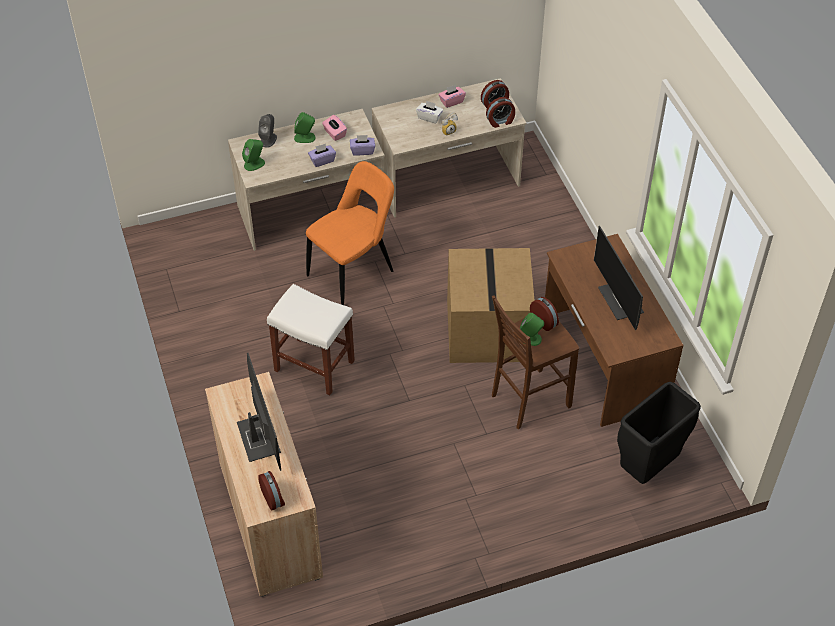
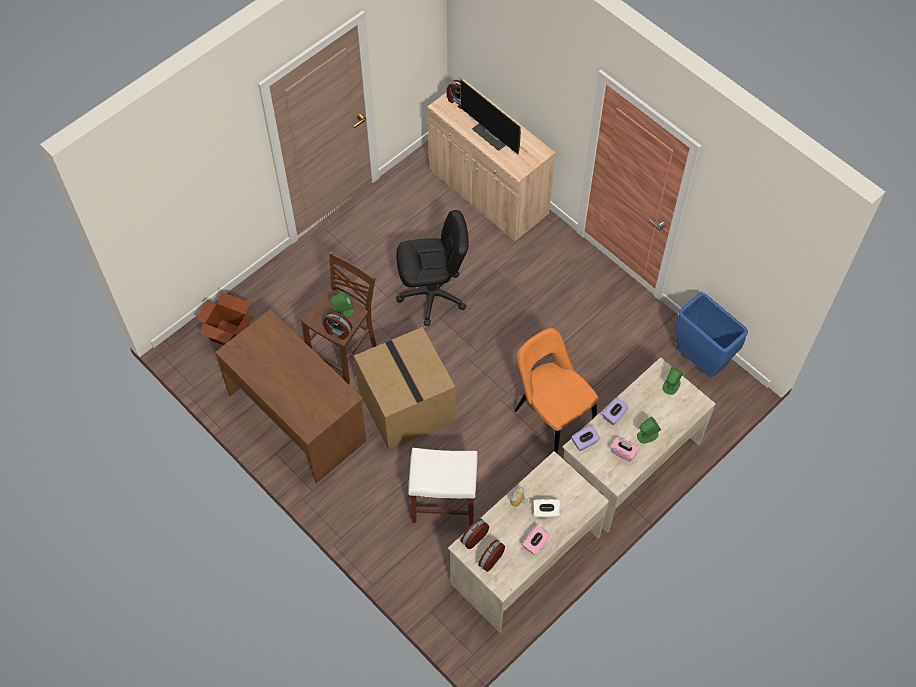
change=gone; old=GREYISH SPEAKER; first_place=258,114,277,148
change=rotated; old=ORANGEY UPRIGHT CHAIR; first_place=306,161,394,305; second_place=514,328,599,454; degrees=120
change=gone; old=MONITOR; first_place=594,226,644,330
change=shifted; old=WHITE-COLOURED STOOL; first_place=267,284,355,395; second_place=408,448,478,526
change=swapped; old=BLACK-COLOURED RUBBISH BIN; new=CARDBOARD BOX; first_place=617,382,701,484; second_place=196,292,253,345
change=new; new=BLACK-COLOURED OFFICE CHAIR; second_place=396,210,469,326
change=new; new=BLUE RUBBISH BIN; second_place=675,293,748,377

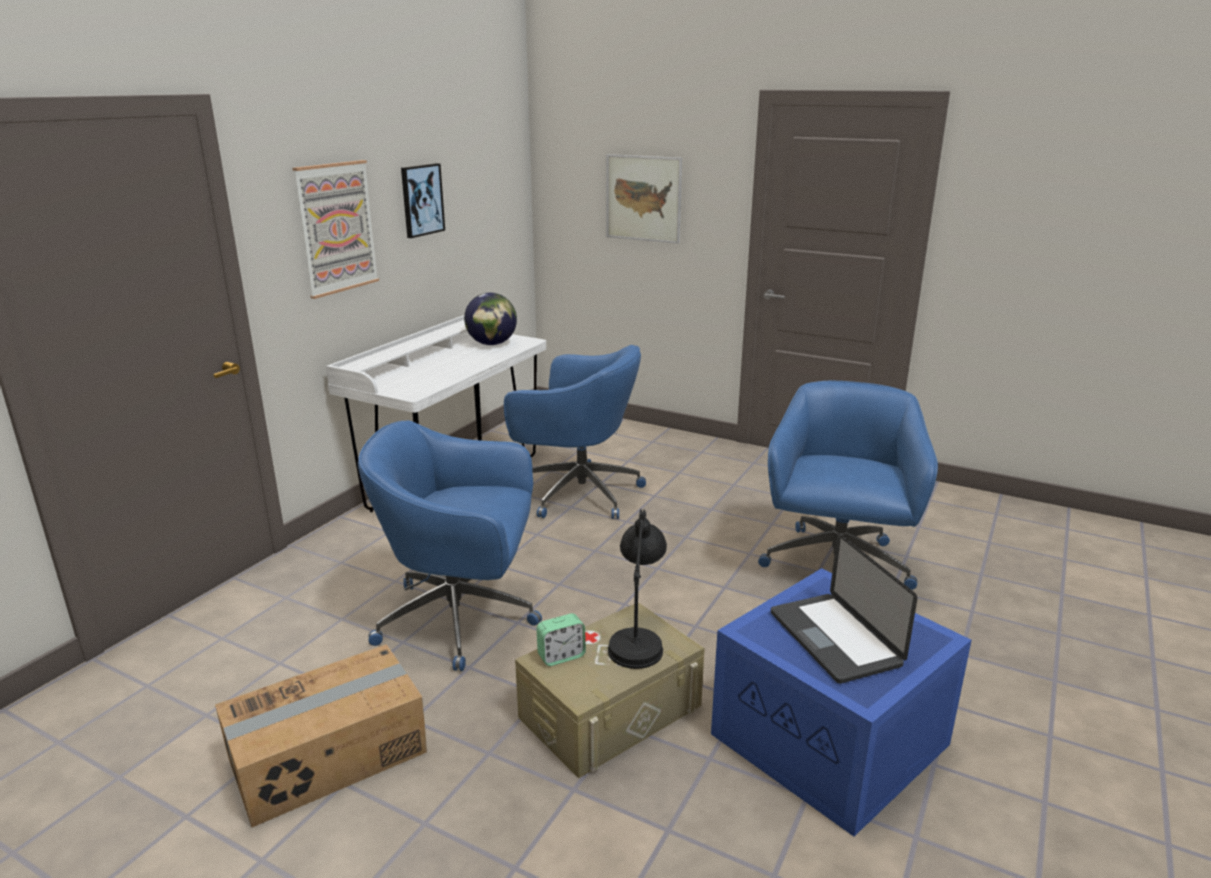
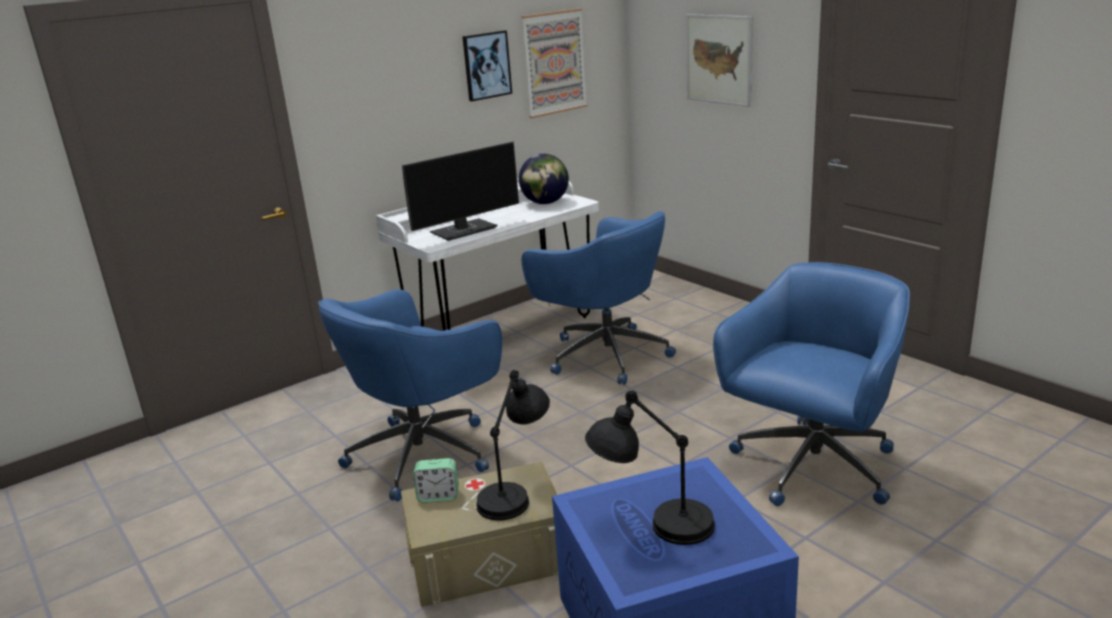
change=shifted; old=WALL ART; first_place=293,160,379,299; second_place=521,8,587,118
change=rotated; old=BLUE OFFICE CHAIR; first_place=358,421,542,671; second_place=318,290,502,501; degrees=-75
change=swapped; old=PORTABLE COMPUTER; new=BLACK-COLOURED TABLETOP LAMP; first_place=771,533,918,684; second_place=585,390,715,545
change=gone; old=CARDBOARD BOX; first_place=215,644,427,827
change=new; new=MONITOR; second_place=402,142,519,241

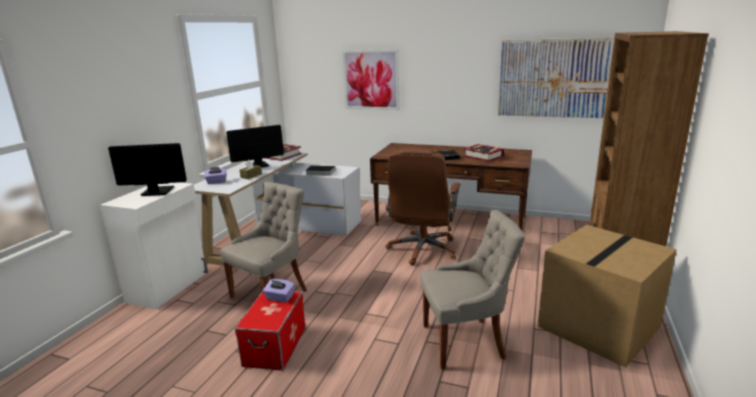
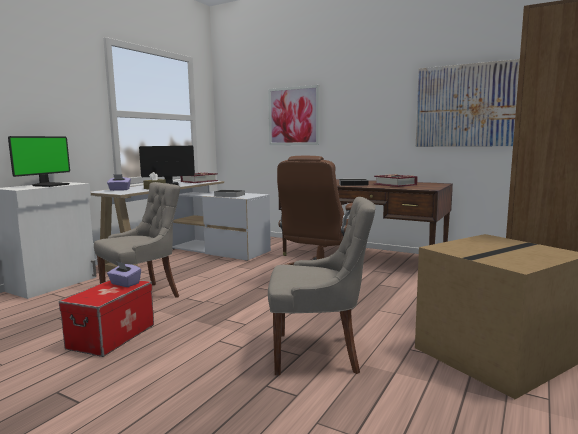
change=rotated; old=MONITOR; first_place=108,143,187,196; second_place=8,136,70,187; degrees=105

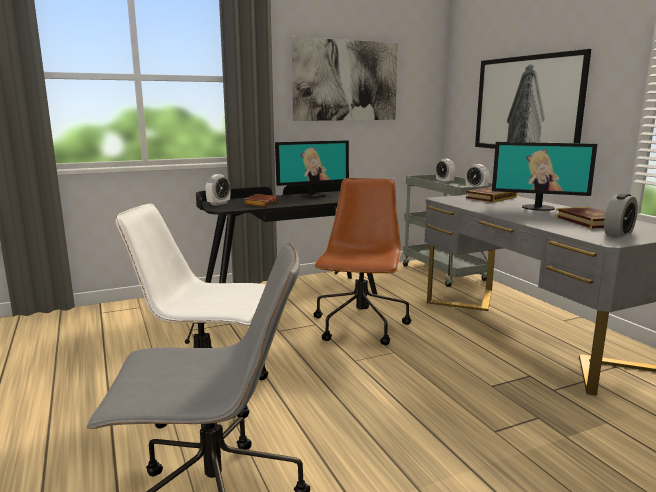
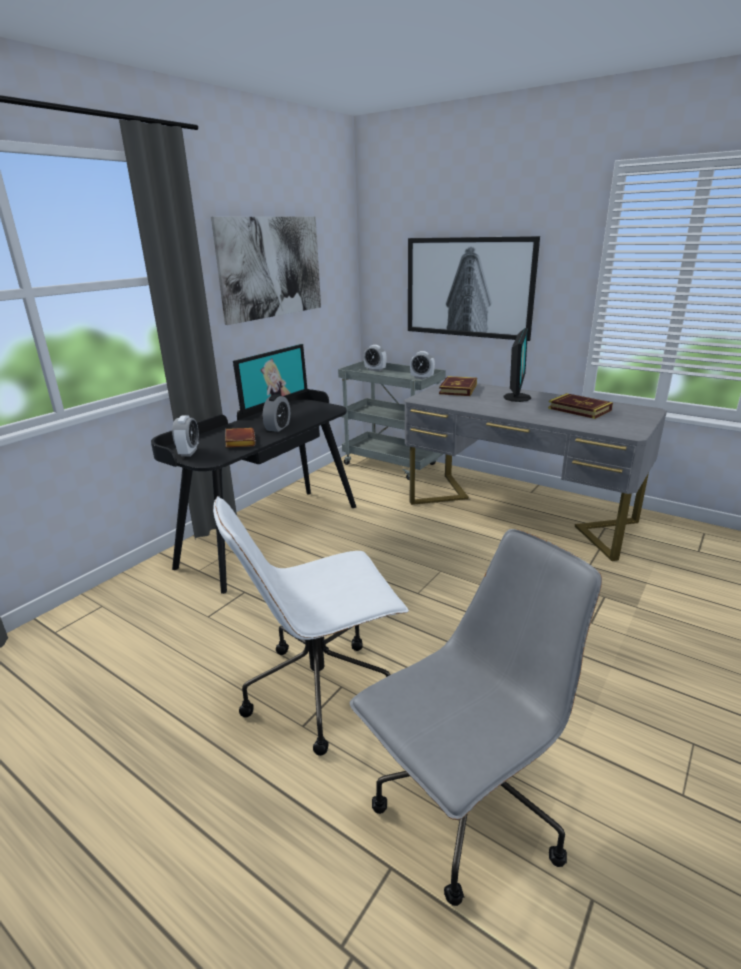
change=rotated; old=MONITOR; first_place=492,142,597,211; second_place=503,328,531,402; degrees=-60
change=gone; old=BROWN-COLOURED OFFICE CHAIR; first_place=313,178,412,345
change=shifted; old=BEDSIDE CLOCK; first_place=604,193,638,237; second_place=263,394,290,432

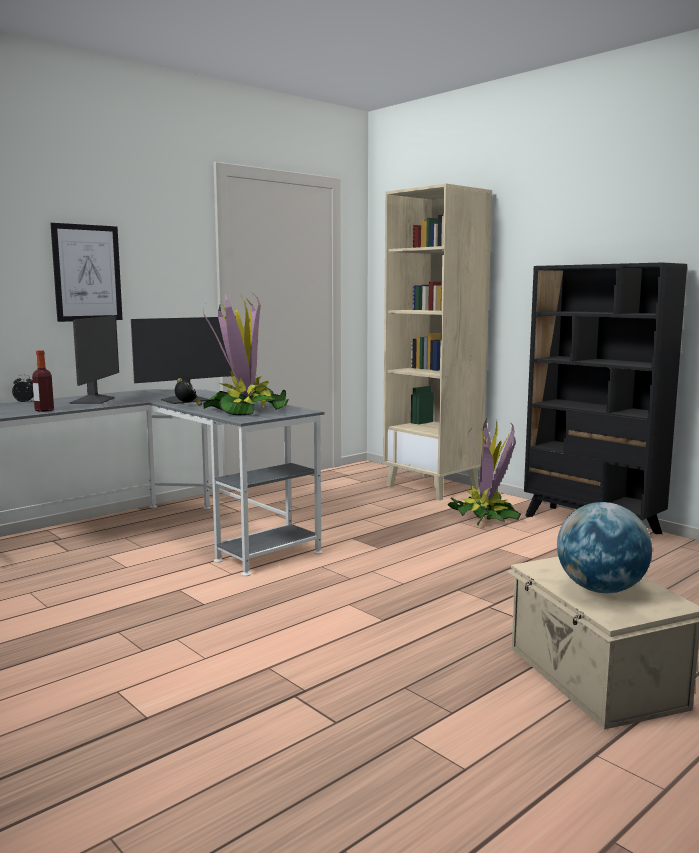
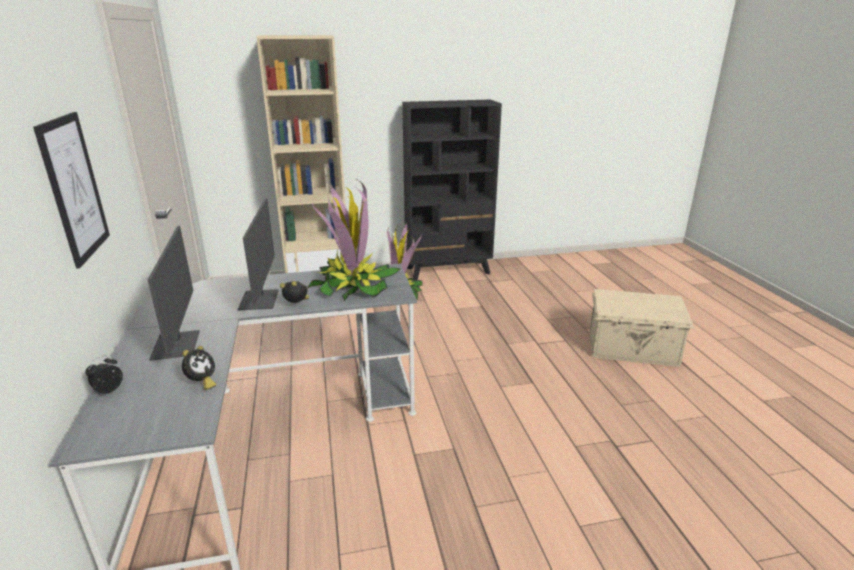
change=rotated; old=MONITOR; first_place=70,316,119,404; second_place=147,226,200,361; degrees=45
change=swapped; old=BEVERAGE BOTTLE; new=BEDSIDE CLOCK; first_place=32,350,54,412; second_place=182,346,216,390
change=gone; old=DESK GLOBE; first_place=557,502,652,593

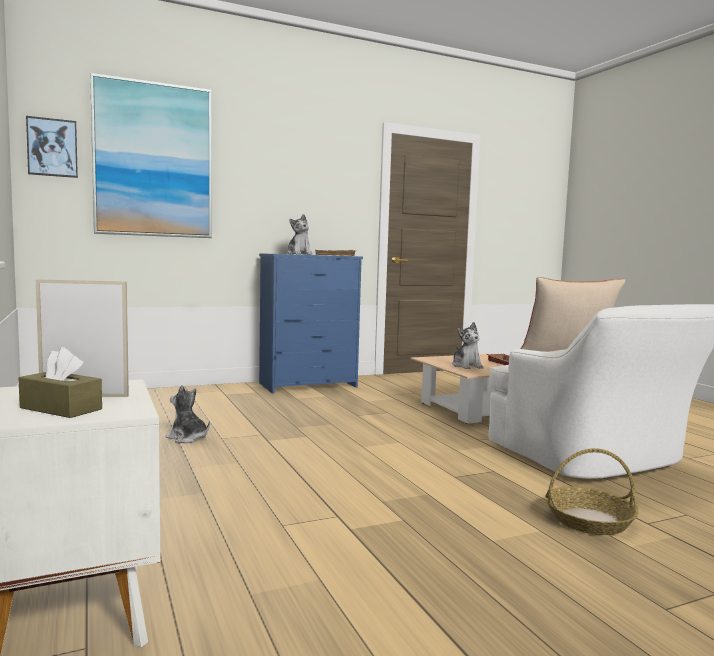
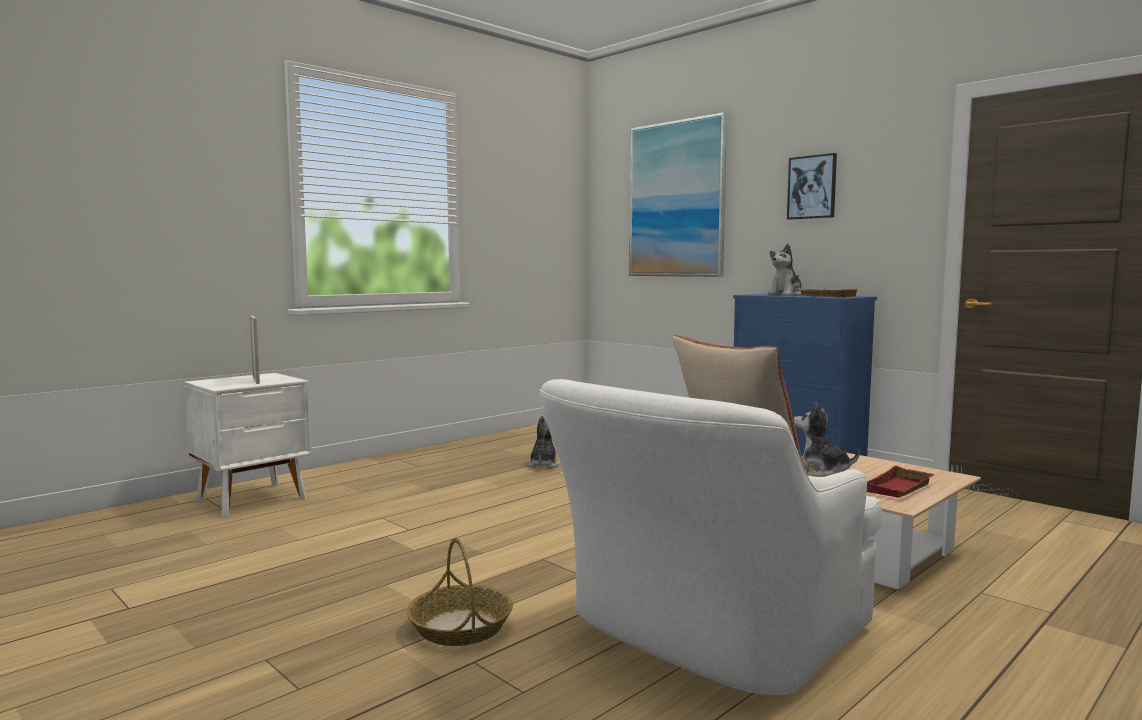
change=shifted; old=WALL ART; first_place=26,116,78,178; second_place=787,153,837,220
change=rotated; old=SOFT TOY; first_place=452,322,484,369; second_place=794,402,860,477; degrees=75
change=gone; old=BROWN-COLOURED TISSUE HOLDER; first_place=18,347,102,418

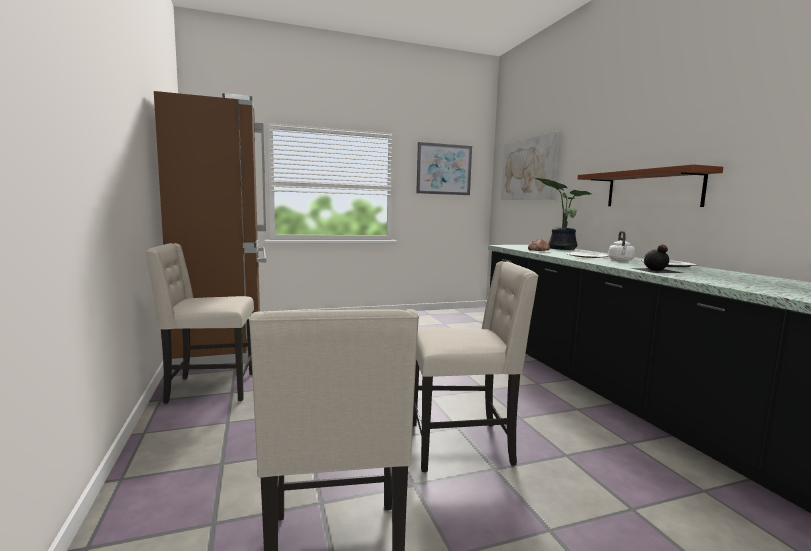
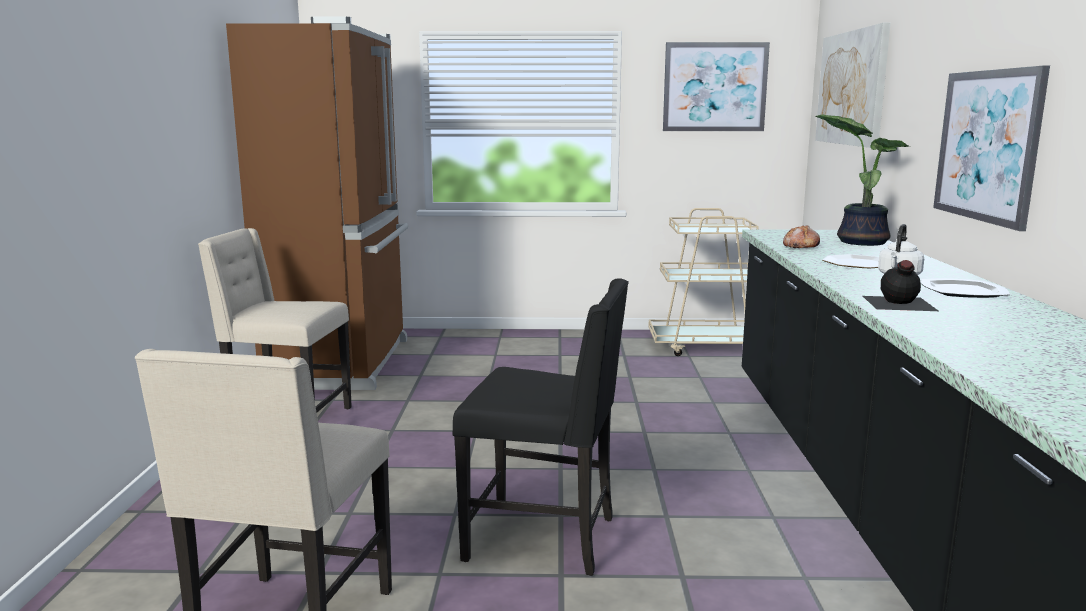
change=swapped; old=BROWN-COLOURED WALL SHELF; new=WALL ART; first_place=578,164,723,207; second_place=933,66,1050,231
change=repainted; old=BEIGE-COLOURED UPRIGHT CHAIR; new=BLACK-COLOURED UPRIGHT CHAIR; first_place=413,261,539,472; second_place=453,278,629,576
change=new; new=BEIGE-COLOURED TROLLEY; second_place=648,208,759,356

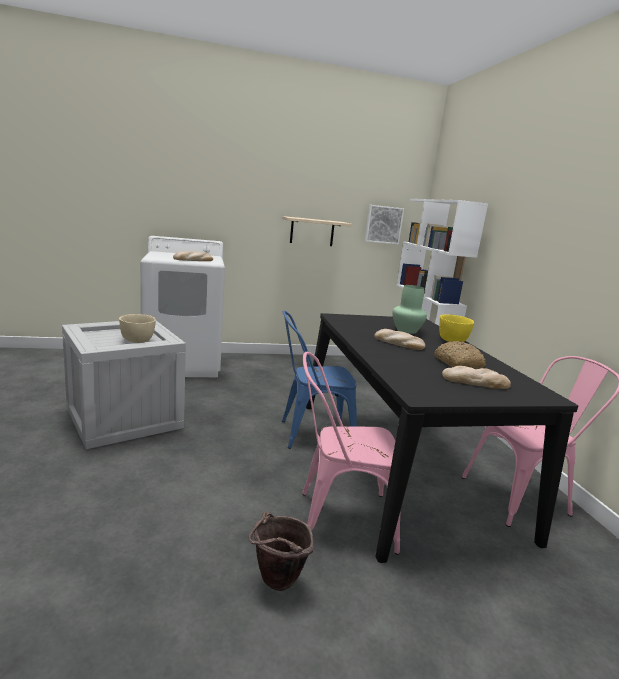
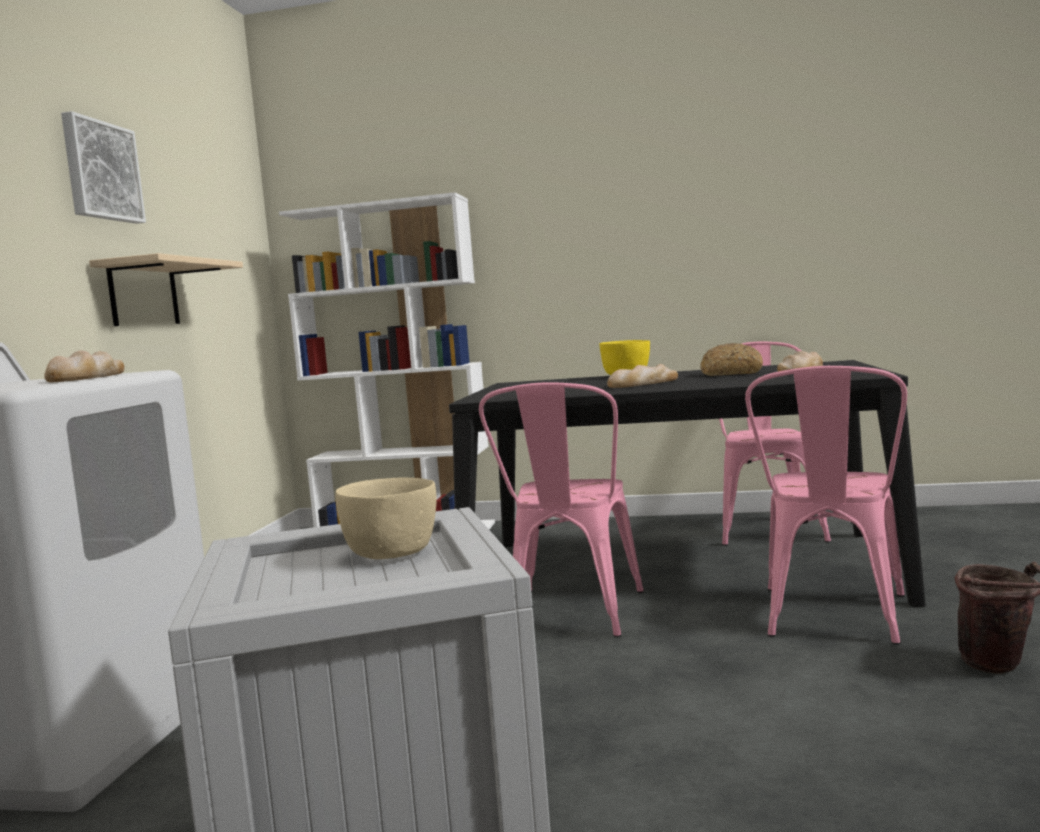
change=shifted; old=WALL ART; first_place=365,205,404,245; second_place=61,111,146,224
change=gone; old=GREEN-COLOURED VASE; first_place=392,285,427,334
change=repainted; old=BLUE UPRIGHT CHAIR; new=PINK UPRIGHT CHAIR; first_place=282,310,357,449; second_place=479,382,644,637

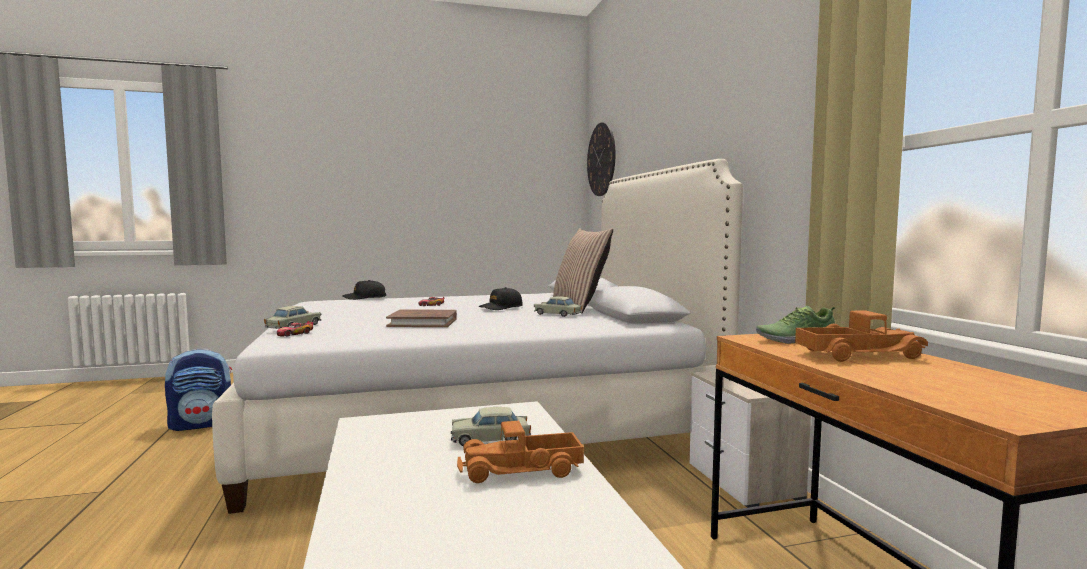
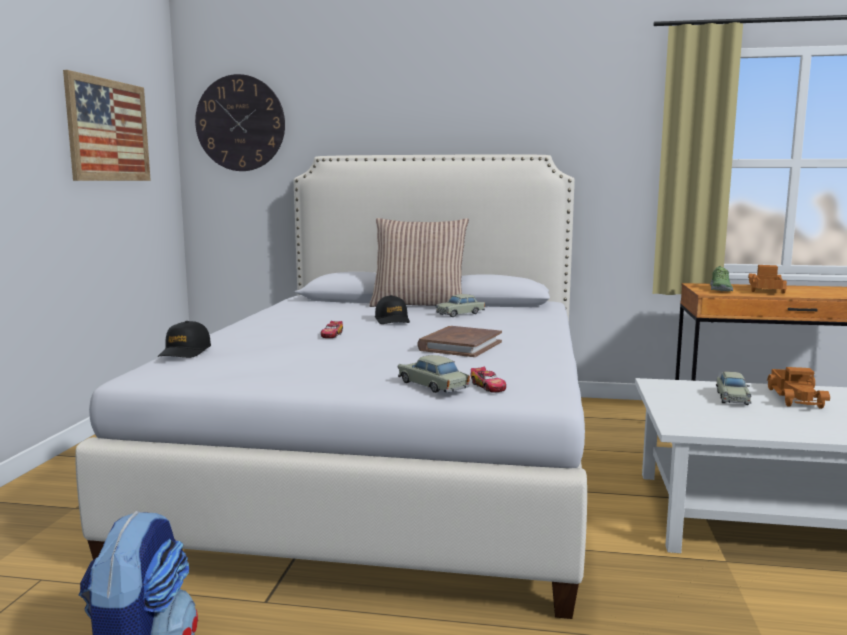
change=gone; old=NIGHT TABLE; first_place=690,371,811,508
change=new; new=WALL ART; second_place=63,70,151,181

